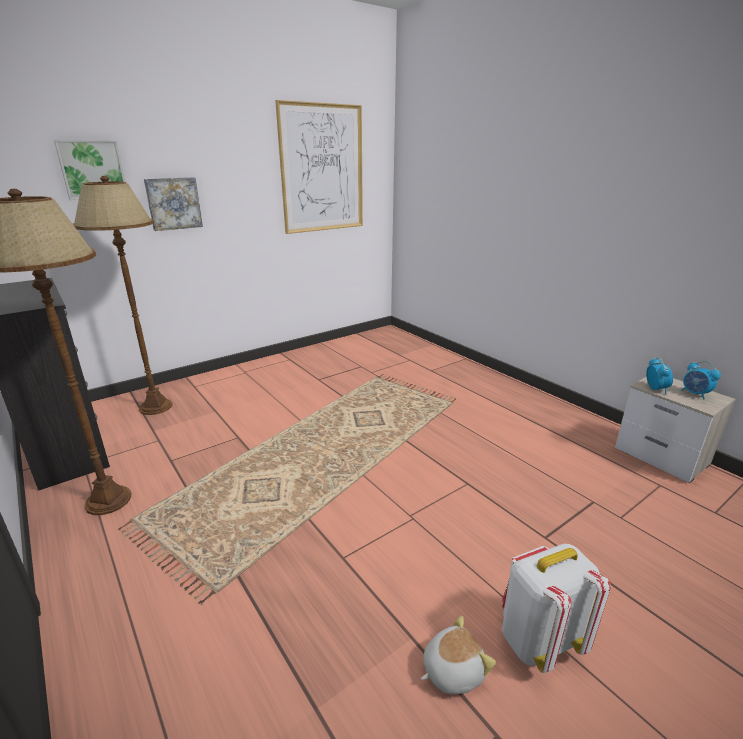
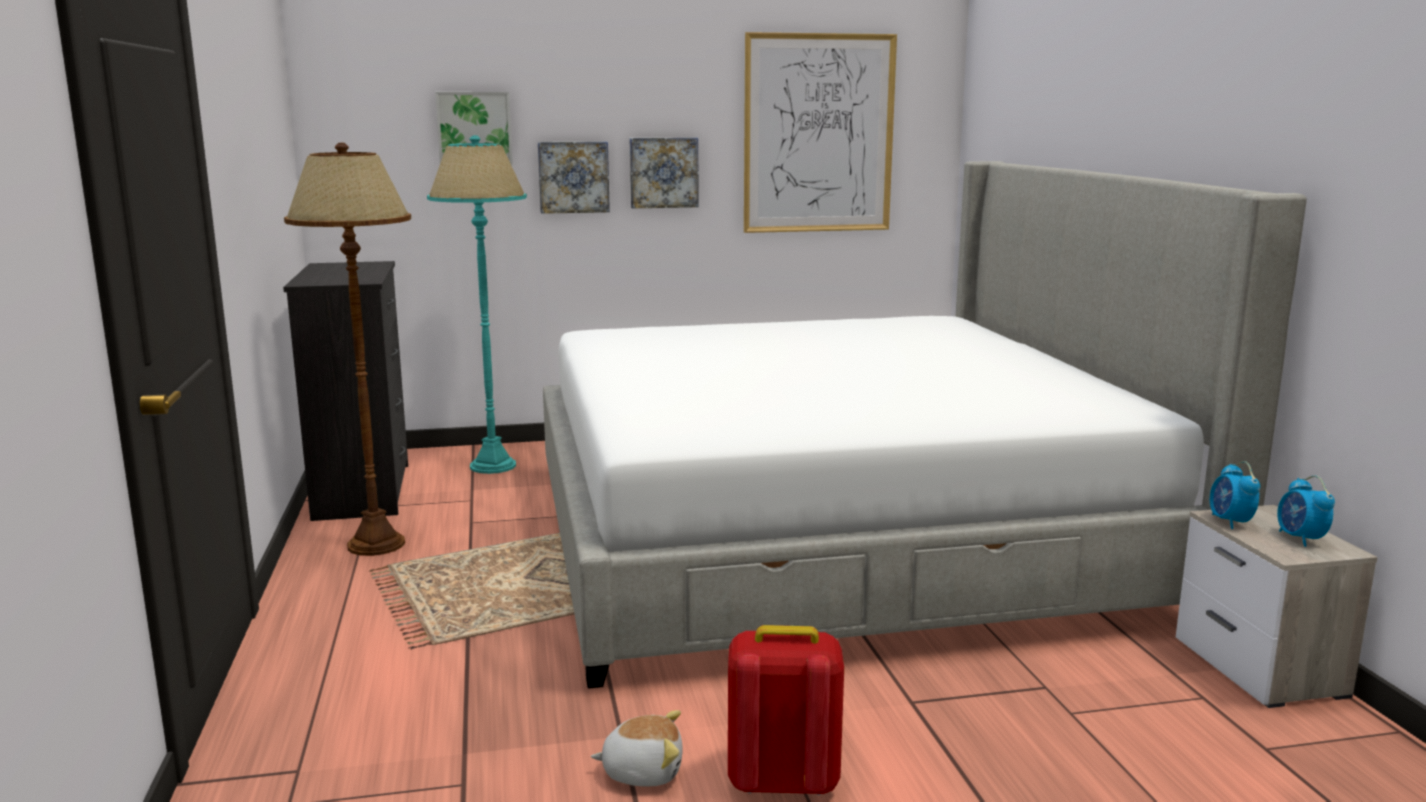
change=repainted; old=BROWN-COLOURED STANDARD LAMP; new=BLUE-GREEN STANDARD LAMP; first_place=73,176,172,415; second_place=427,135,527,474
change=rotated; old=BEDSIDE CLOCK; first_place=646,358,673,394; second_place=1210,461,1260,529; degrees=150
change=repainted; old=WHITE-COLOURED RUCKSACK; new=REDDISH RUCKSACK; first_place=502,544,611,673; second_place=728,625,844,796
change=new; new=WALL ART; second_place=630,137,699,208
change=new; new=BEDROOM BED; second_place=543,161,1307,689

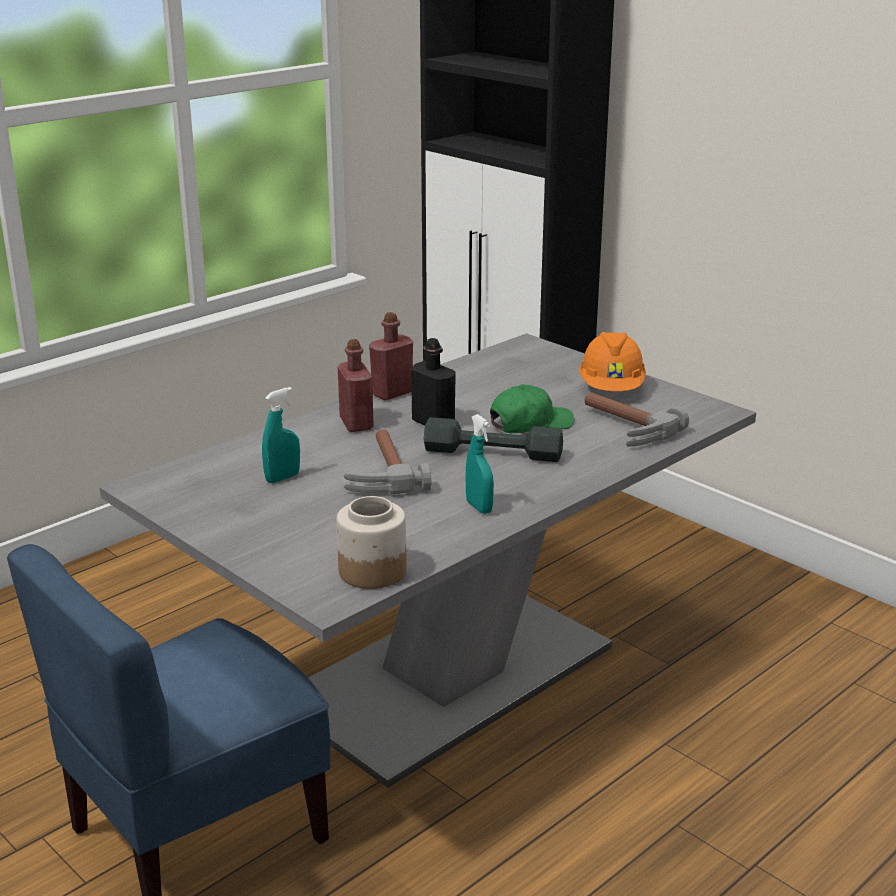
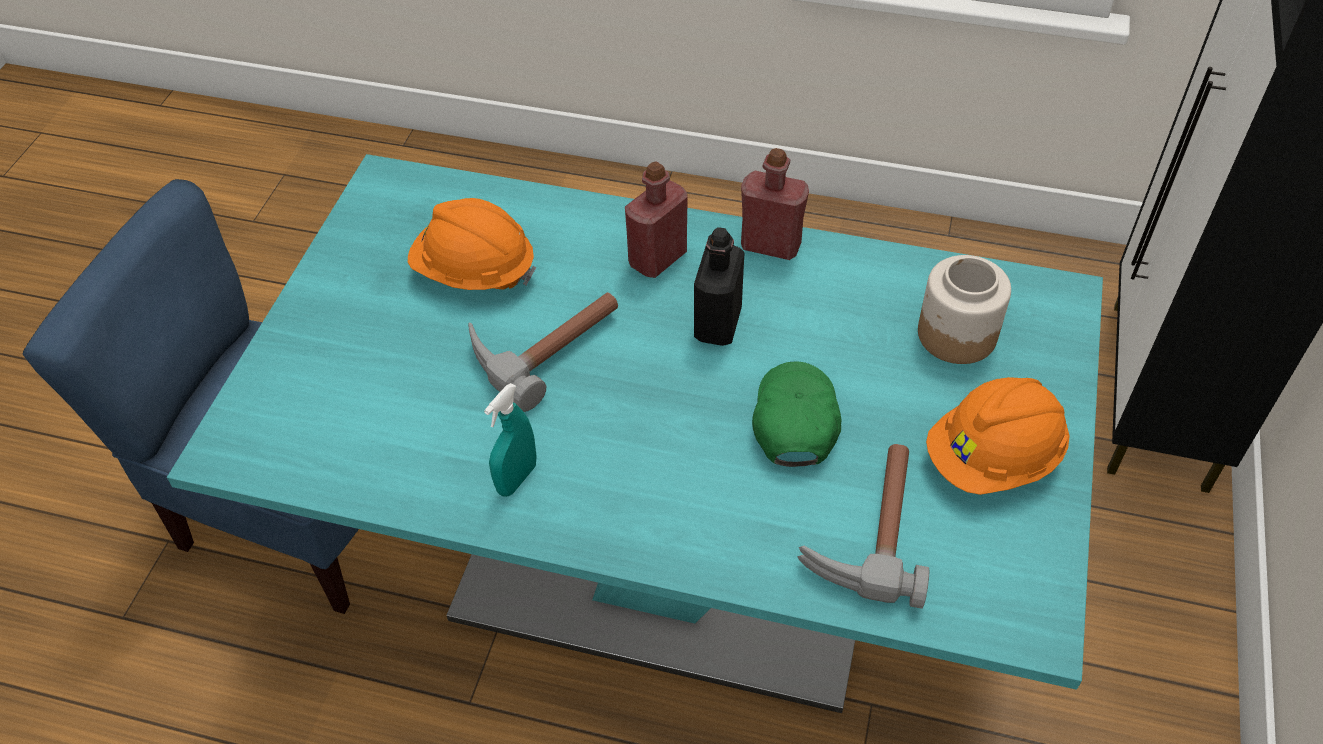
change=repainted; old=GREYISH DINING TABLE; new=BLUE-GREEN DINING TABLE; first_place=99,333,756,788; second_place=167,154,1103,713
change=rotated; old=GREEN-COLOURED CAP; first_place=490,384,574,433; second_place=752,361,841,467; degrees=-120
change=swapped; old=BLUE-GREEN SPRAY BOTTLE; new=ORANGEY HARD HAT; first_place=262,387,300,483; second_place=408,198,536,290
change=gone; old=GREYISH DUMBBELL; first_place=424,417,563,462
change=shifted; old=STORAGE JAR; first_place=336,496,407,589; second_place=918,255,1011,364

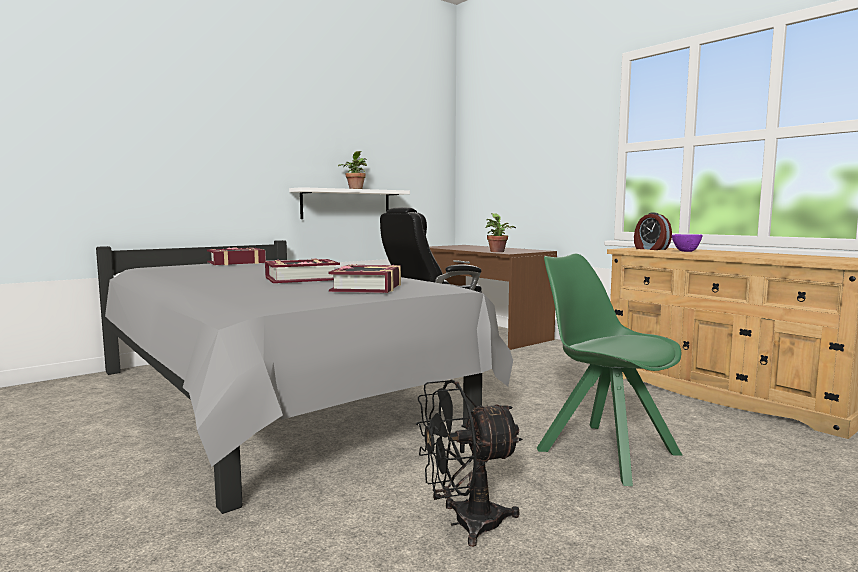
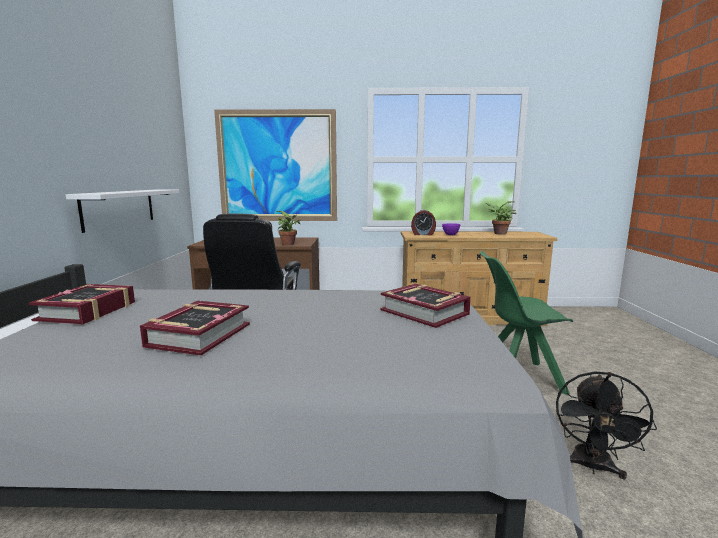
change=shifted; old=POTTED PLANT; first_place=338,151,367,189; second_place=485,201,517,235
change=shifted; old=BOUND BOOK; first_place=265,258,340,283; second_place=140,301,250,355
change=new; new=WALL ART; second_place=214,109,337,221

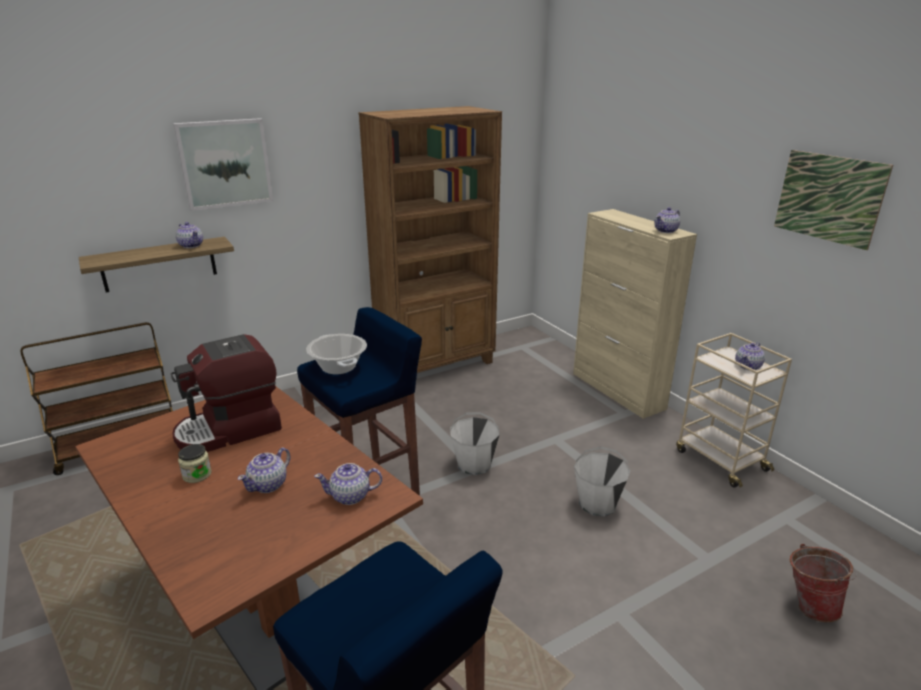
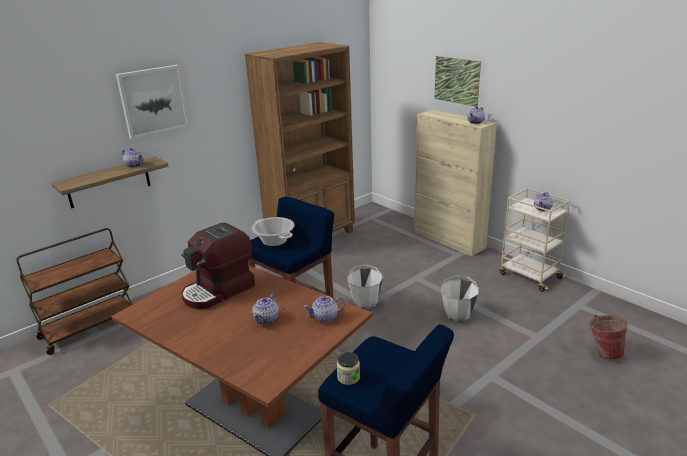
change=shifted; old=WALL ART; first_place=774,150,893,250; second_place=434,56,481,106
change=shifted; old=STORAGE JAR; first_place=178,444,212,483; second_place=337,352,360,385

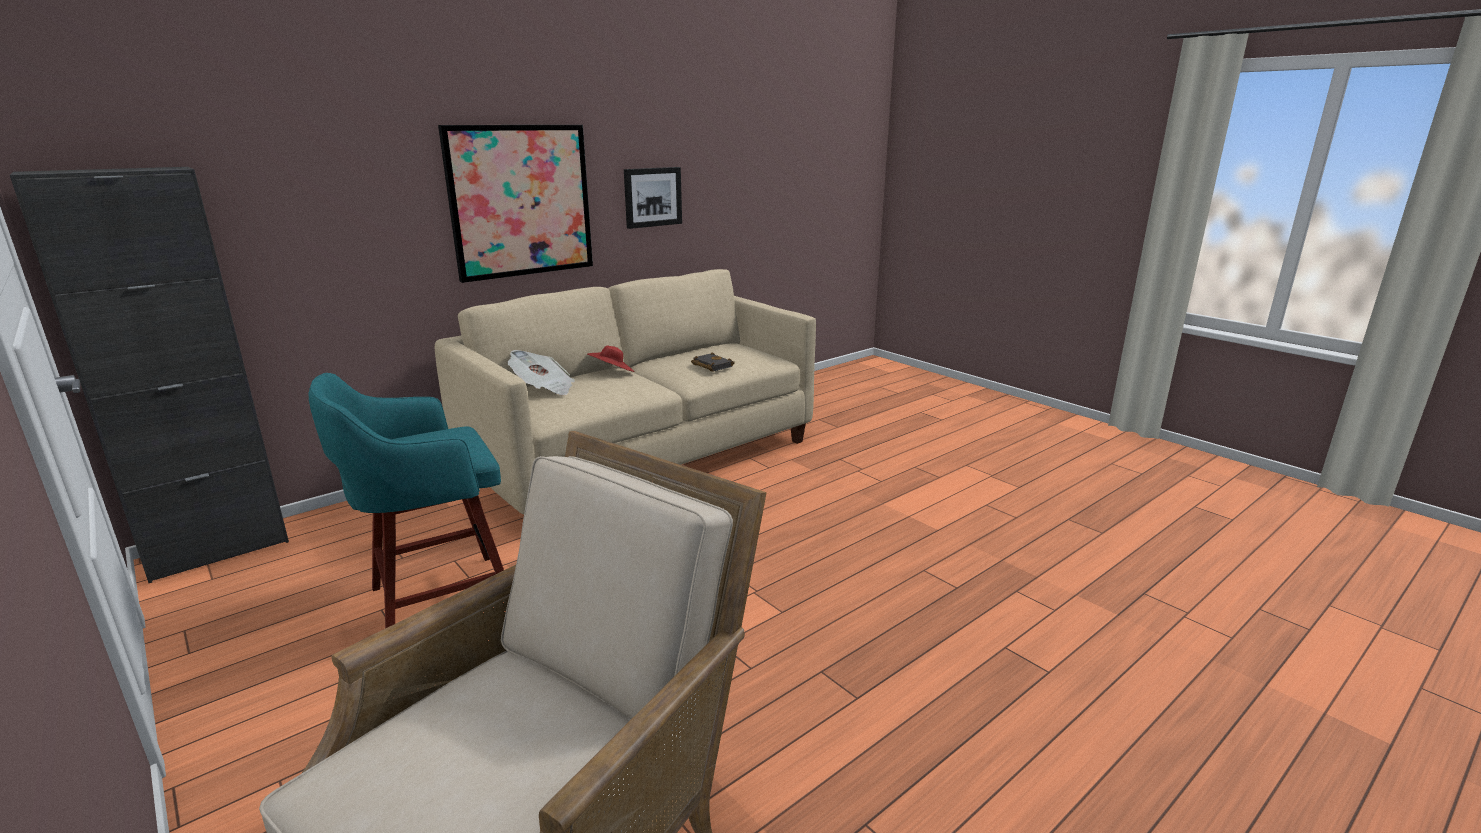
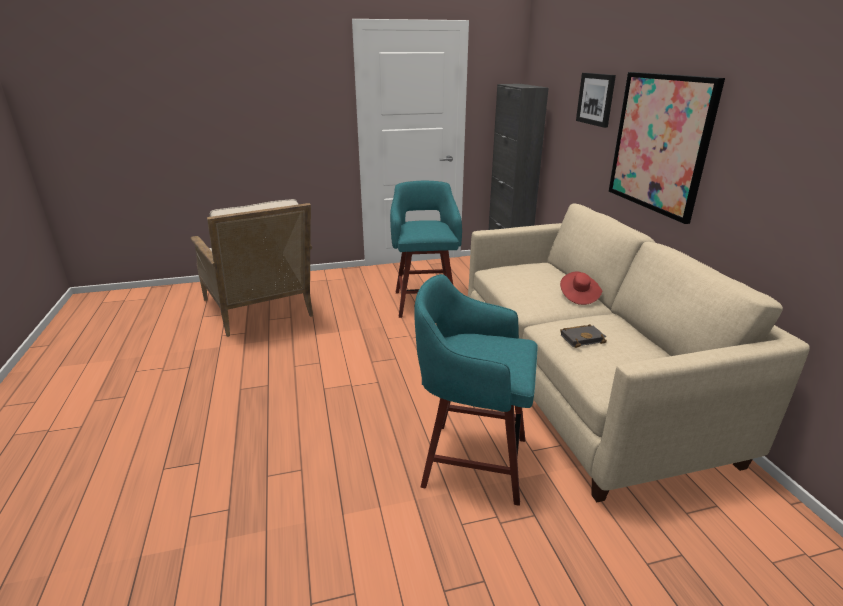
change=shifted; old=WALL ART; first_place=624,167,682,229; second_place=576,73,616,128
change=gone; old=DAILY PAPER; first_place=508,350,575,395
change=new; new=BLUE-GREEN STOOL; second_place=414,274,538,506

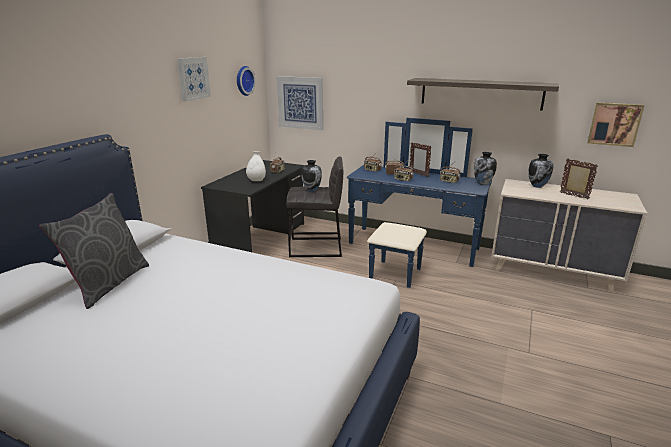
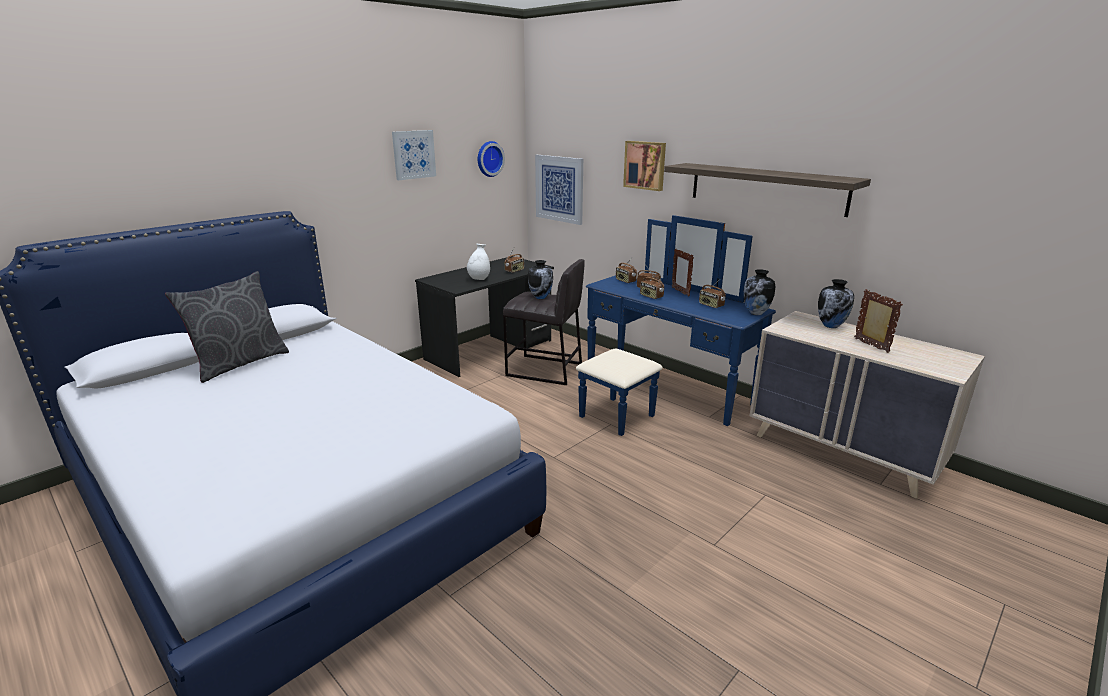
change=shifted; old=WALL ART; first_place=587,102,645,147; second_place=623,141,666,191

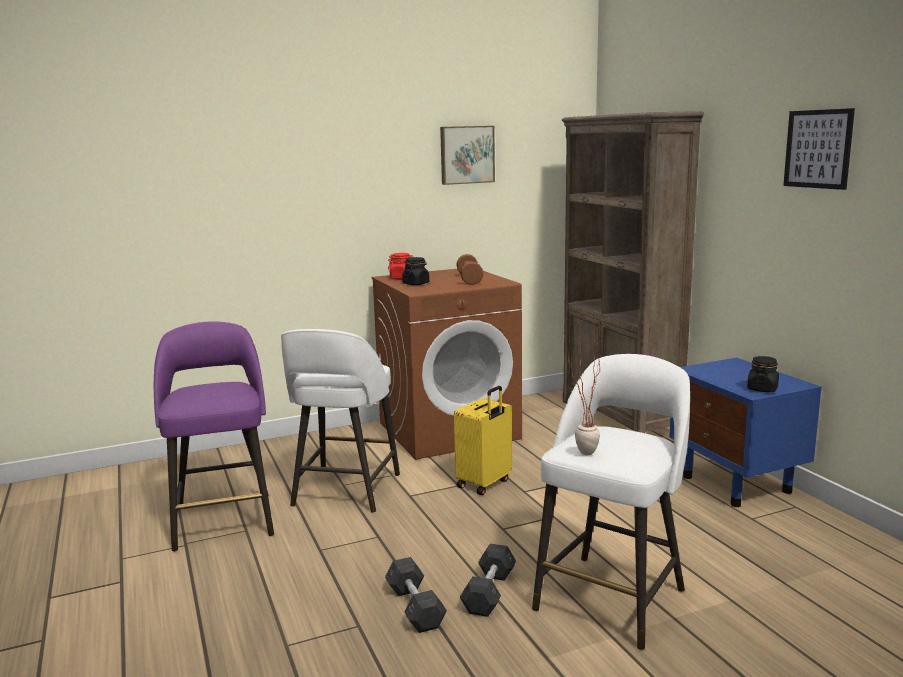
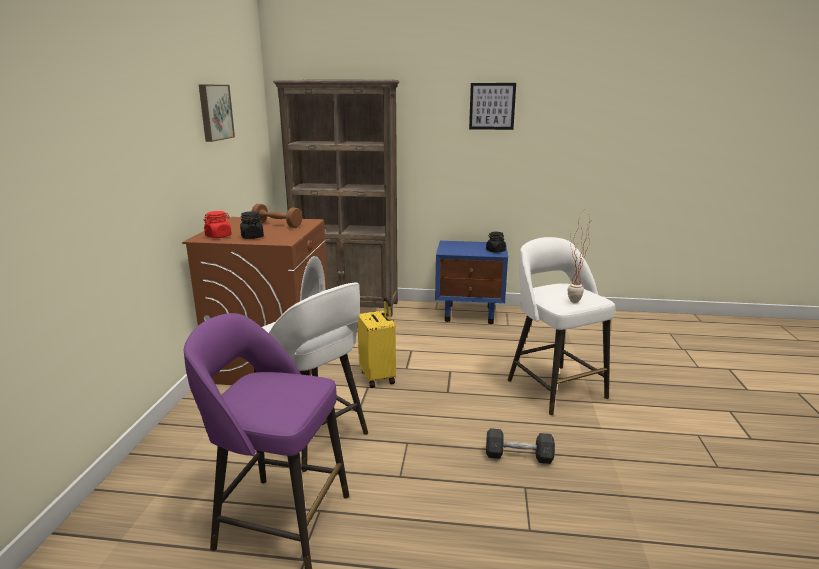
change=gone; old=GREYISH DUMBBELL; first_place=460,543,516,617

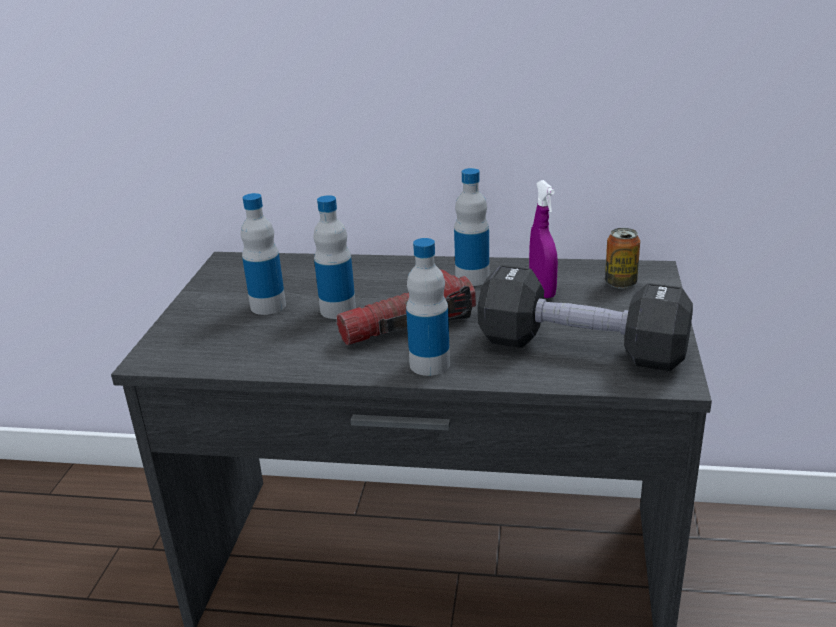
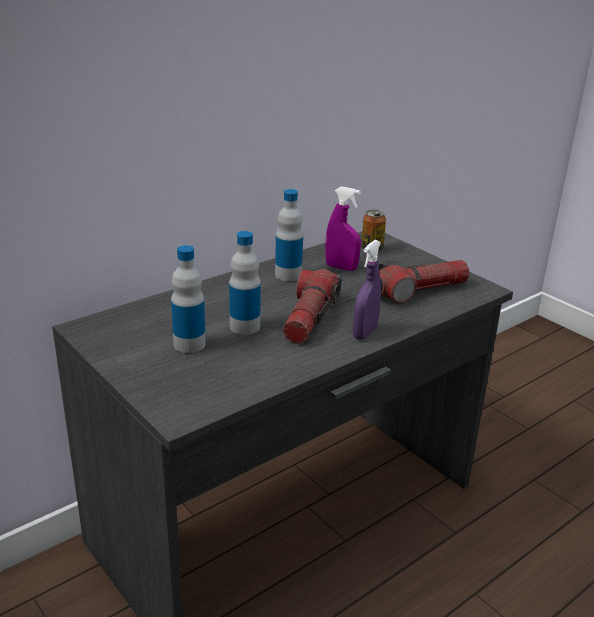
change=swapped; old=BEVERAGE BOTTLE; new=PURPLE-COLOURED SPRAY BOTTLE; first_place=406,238,450,376; second_place=353,240,381,340
change=swapped; old=BLACK-COLOURED DUMBBELL; new=TORCH; first_place=477,265,693,371; second_place=378,260,469,304

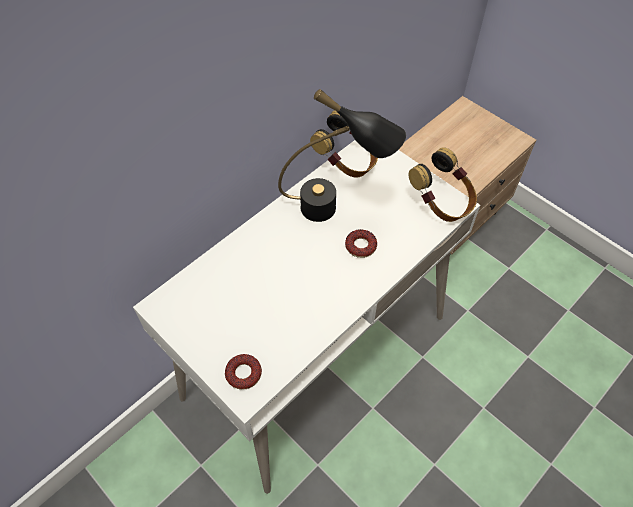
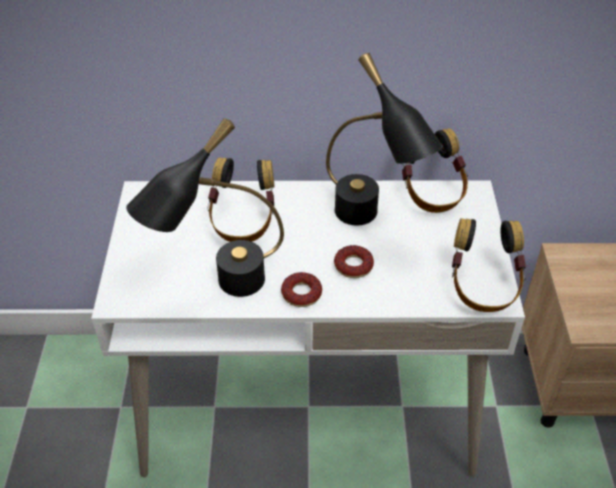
change=shifted; old=DOUGHNUT; first_place=225,354,262,390; second_place=281,272,322,307
change=new; new=BLACK-COLOURED TABLETOP LAMP; second_place=126,118,284,297
change=new; new=HEADSET; second_place=207,157,274,242

